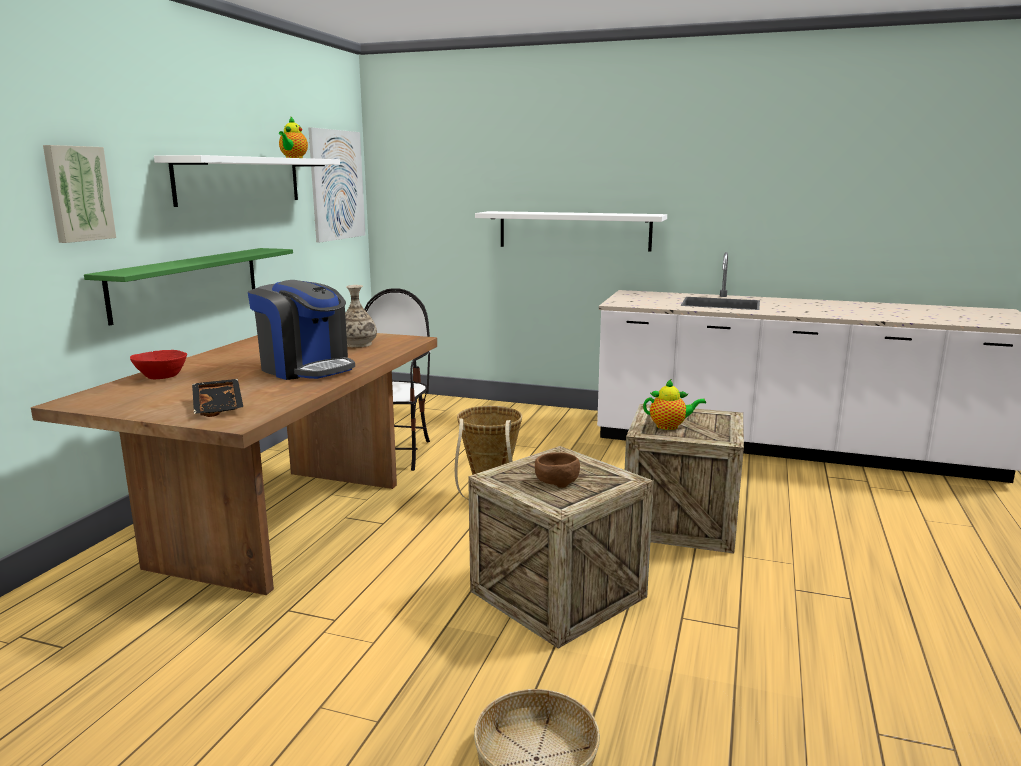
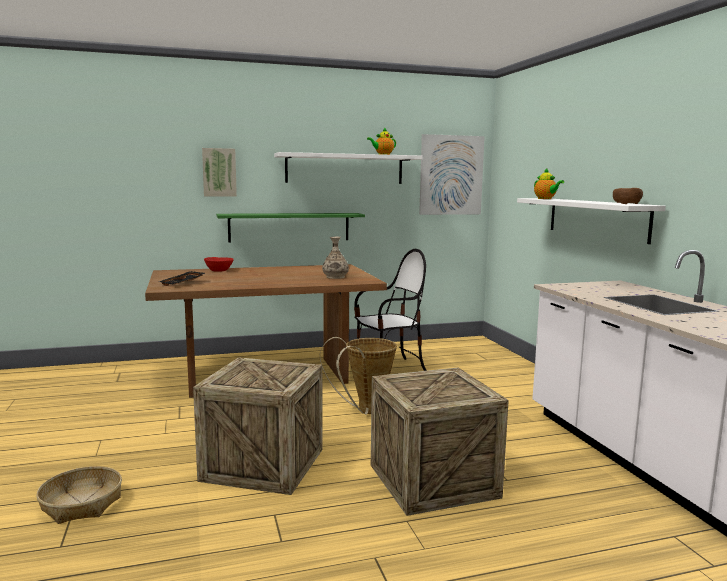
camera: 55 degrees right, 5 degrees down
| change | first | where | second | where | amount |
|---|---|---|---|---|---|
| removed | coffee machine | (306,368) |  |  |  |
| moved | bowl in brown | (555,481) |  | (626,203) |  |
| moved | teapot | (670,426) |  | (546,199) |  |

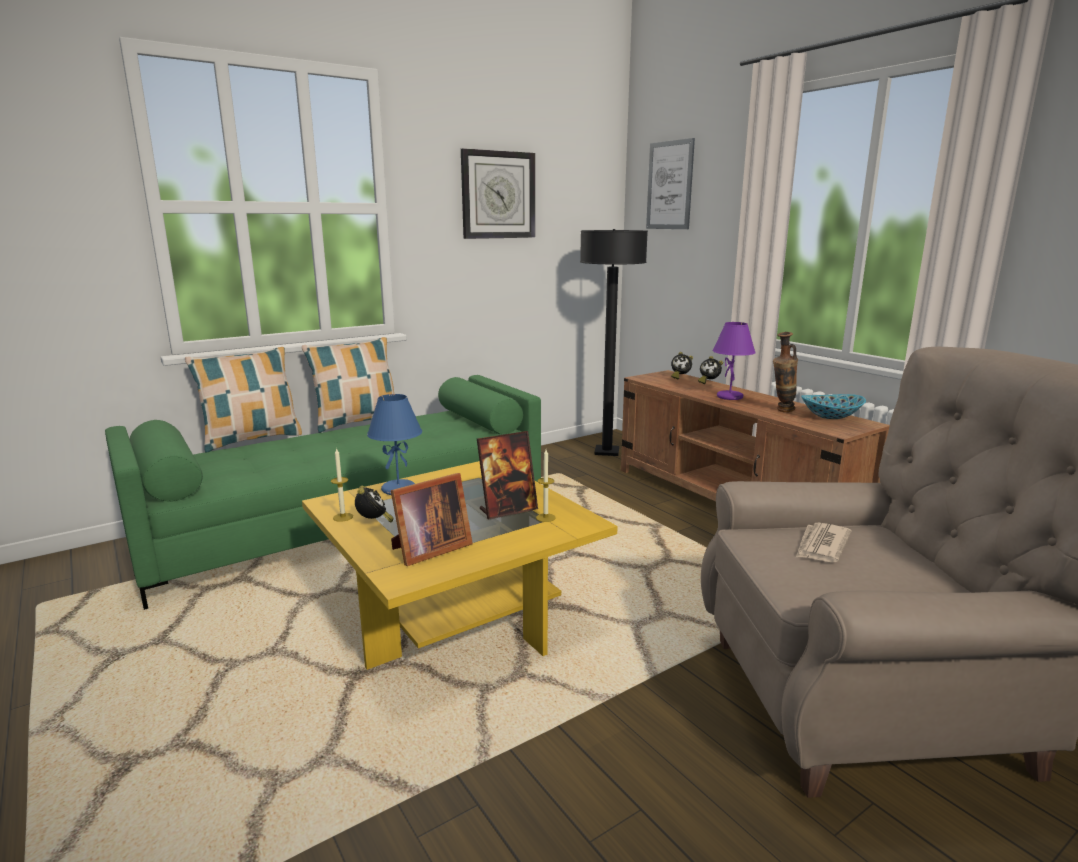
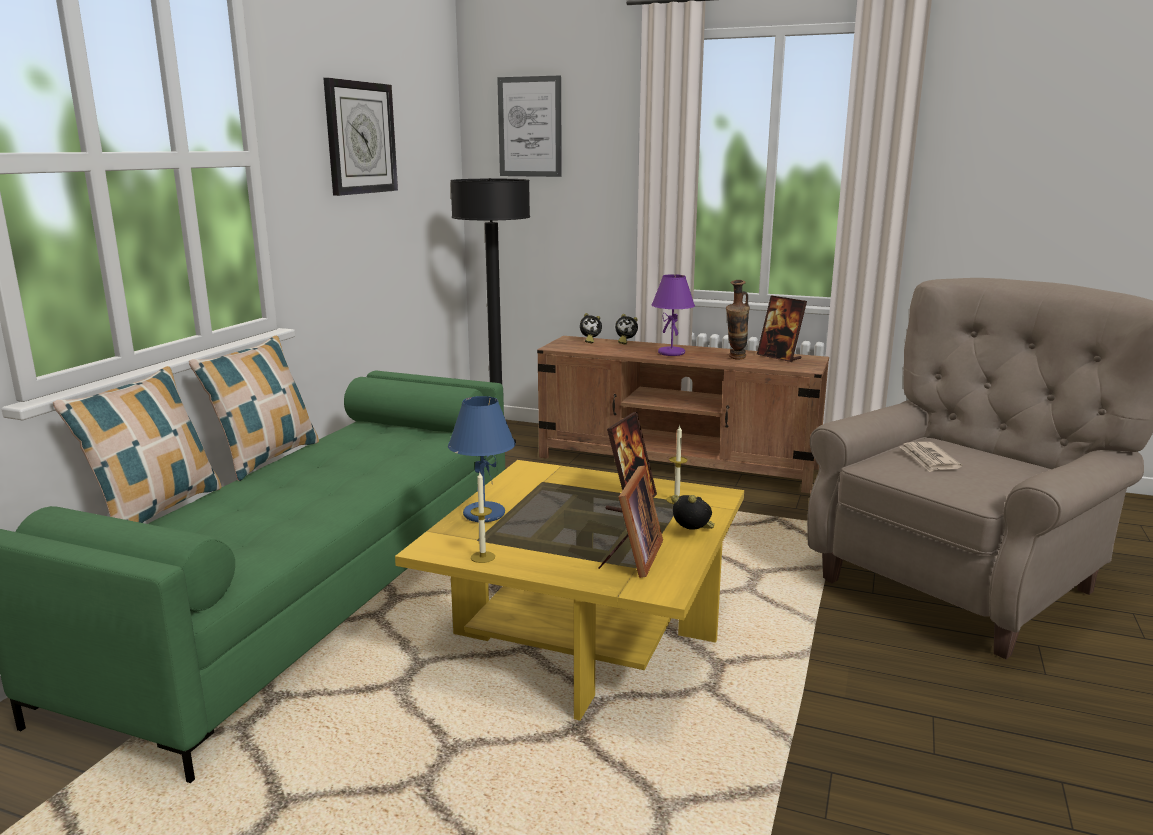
camera: 35 degrees left, 0 degrees up
| change | first | where | second | where | amount |
|---|---|---|---|---|---|
| moved | alarm clock | (374,522) |  | (692,534) |  |
| replaced | bowl | (831,416) | picture frame | (779,357) |  |

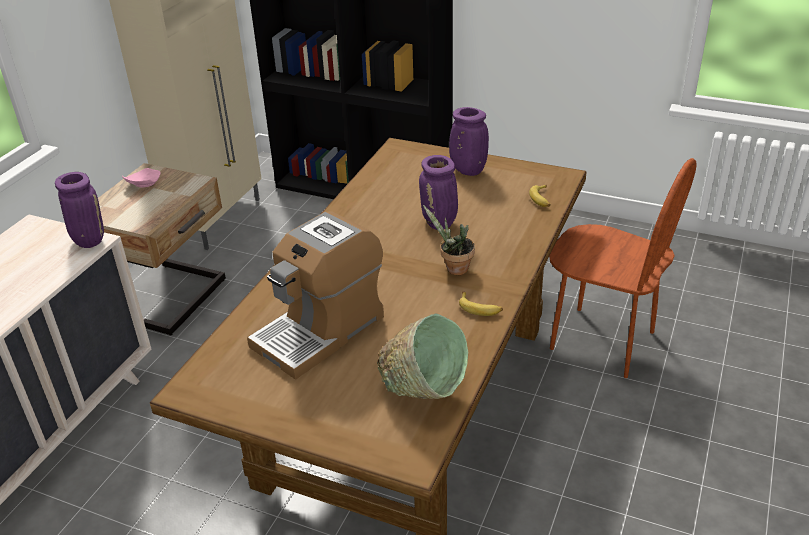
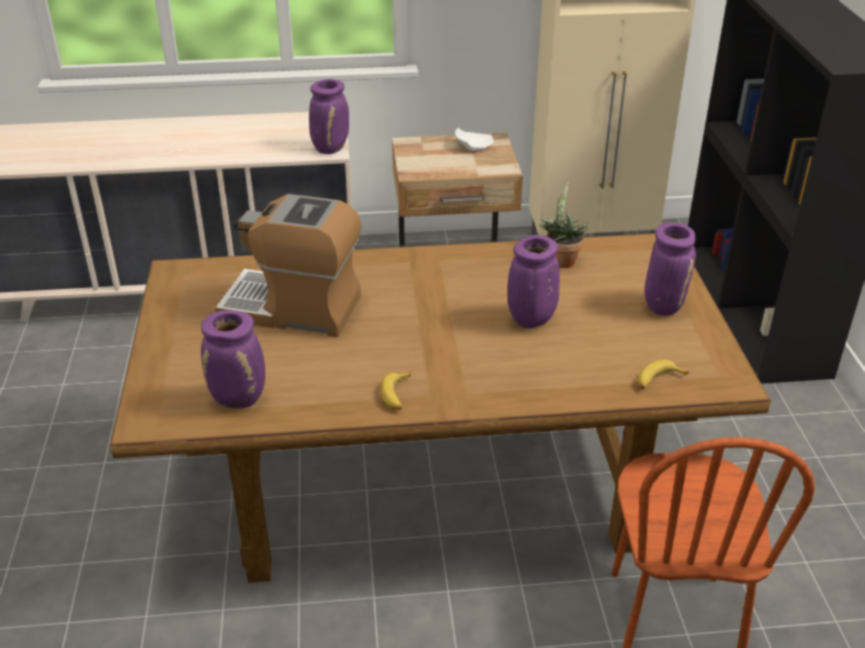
camera: 60 degrees right, 0 degrees up
| change | first | where | second | where | amount |
|---|---|---|---|---|---|
| moved | potted plant | (453,269) |  | (561,260) |  |
| replaced | bowl in green | (424,392) | vase in purple | (240,399) |  |
| recoloured | plate in pink | (143,184) | plate in white | (473,146) |  |

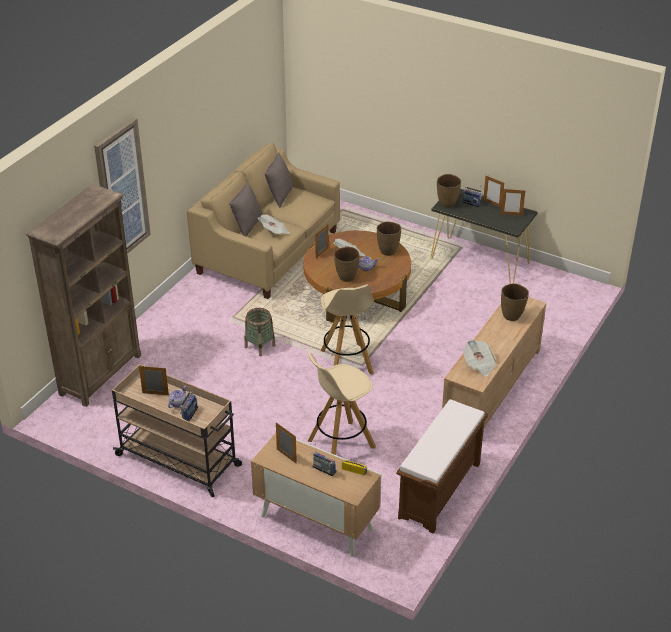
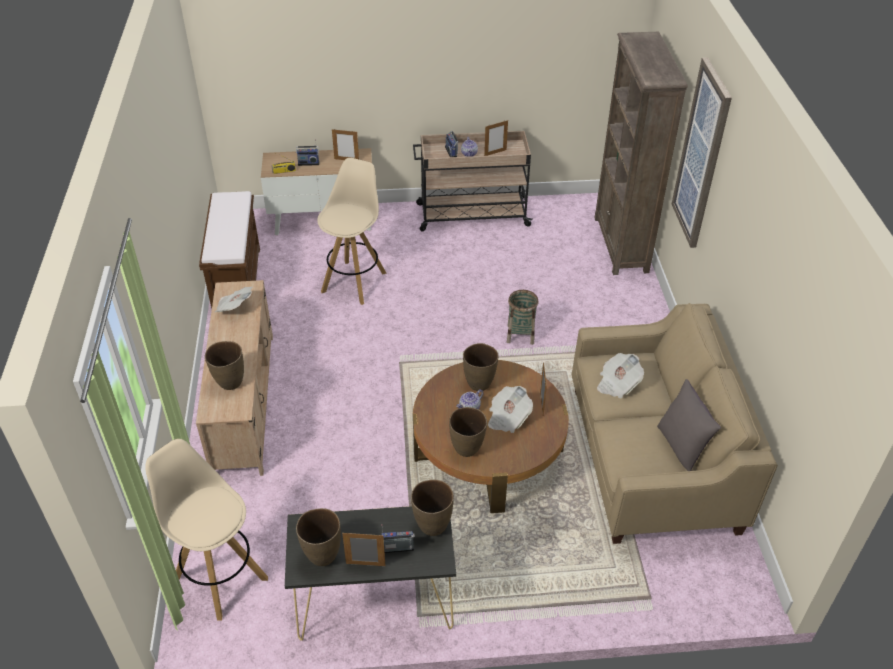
camera: 145 degrees right, 5 degrees up
| change | first | where | second | where | amount |
|---|---|---|---|---|---|
| removed | pillow in grey | (247,226) |  |  |  |
| moved | stool in beige | (346,362) |  | (220,577) |  |
| replaced | picture frame | (511,214) | vase in brown | (322,555) |  |

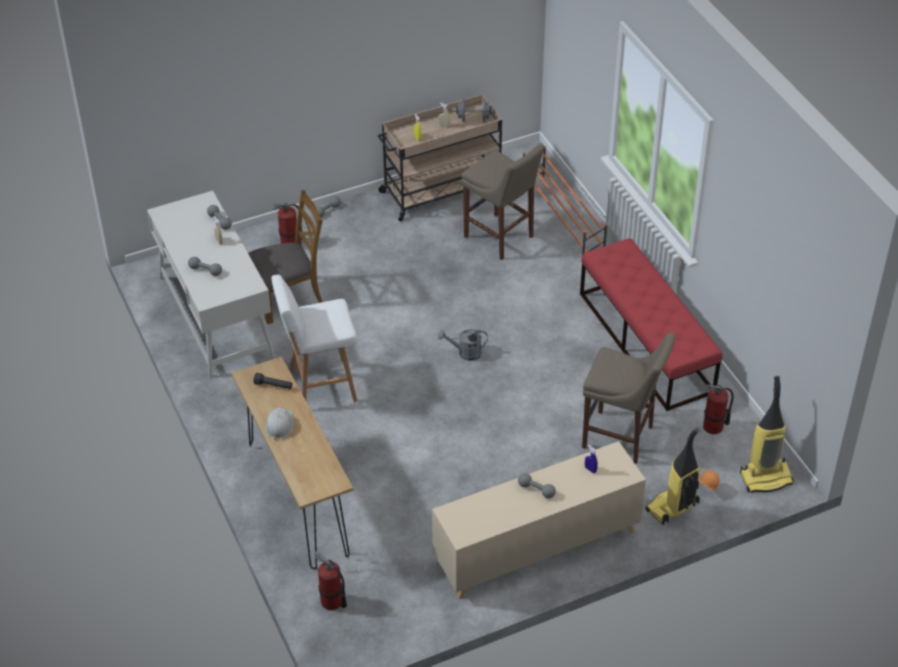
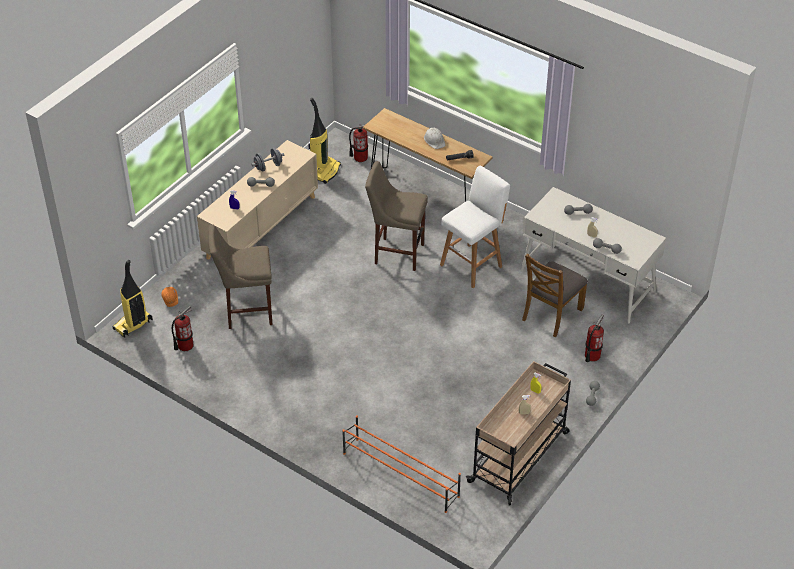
camera: 150 degrees right, 0 degrees up
| change | first | where | second | where | amount |
|---|---|---|---|---|---|
| removed | watering can in grey | (465,353) |  |  |  |
| removed | bench in red | (646,342) |  |  |  |
| moved | dumbbell in grey | (473,119) |  | (268,166) |  |
| moved | stool in beige | (501,238) |  | (396,253) |  |
| moved | vacuum cleaner | (672,508) |  | (325,171) |  |

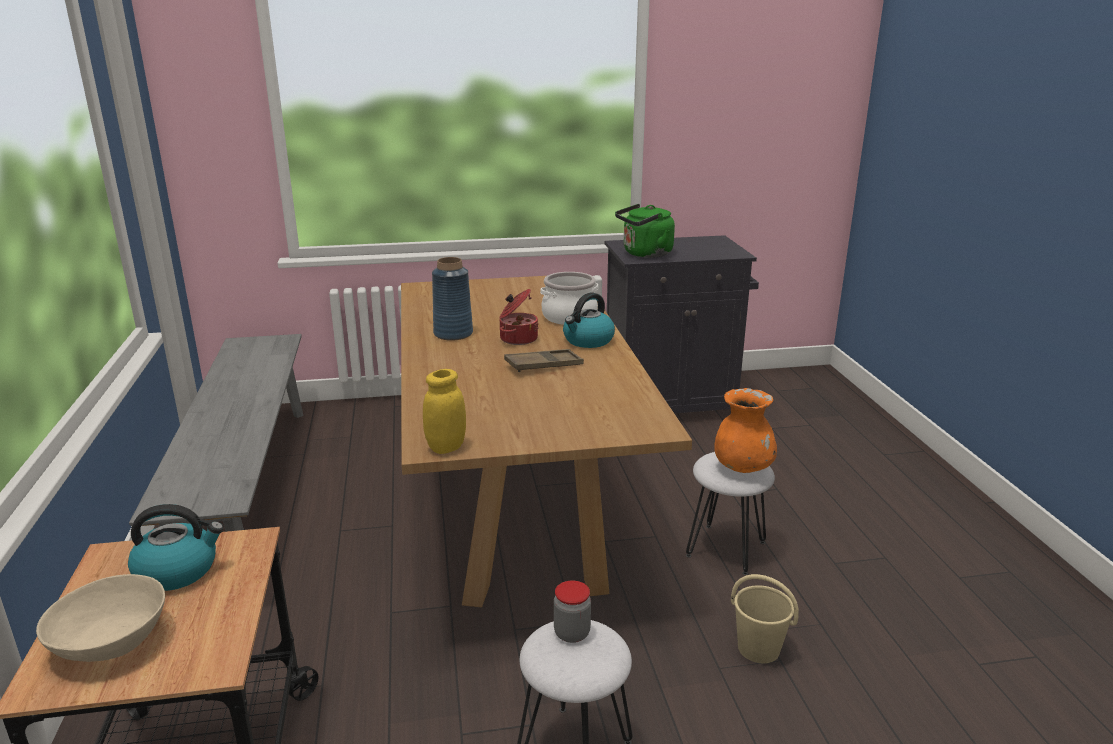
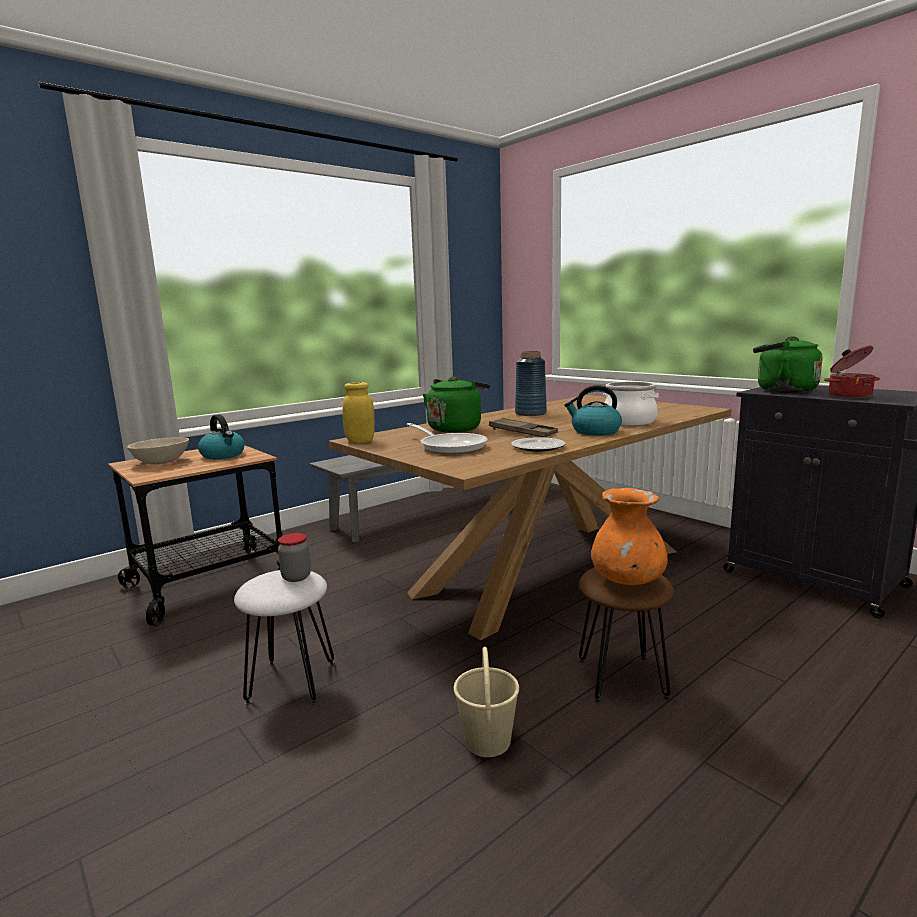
camera: 60 degrees right, 10 degrees down
| change | first | where | second | where | amount |
|---|---|---|---|---|---|
| added |  |  | frying pan | (450,446) |  |
| added |  |  | kettle in green | (456,428) |  |
| added |  |  | plate | (537,447) |  |
| moved | cooking pot | (517,338) |  | (849,396) |  |
| recoloured | stool in white | (726,549) | stool in brown | (622,679) |  |

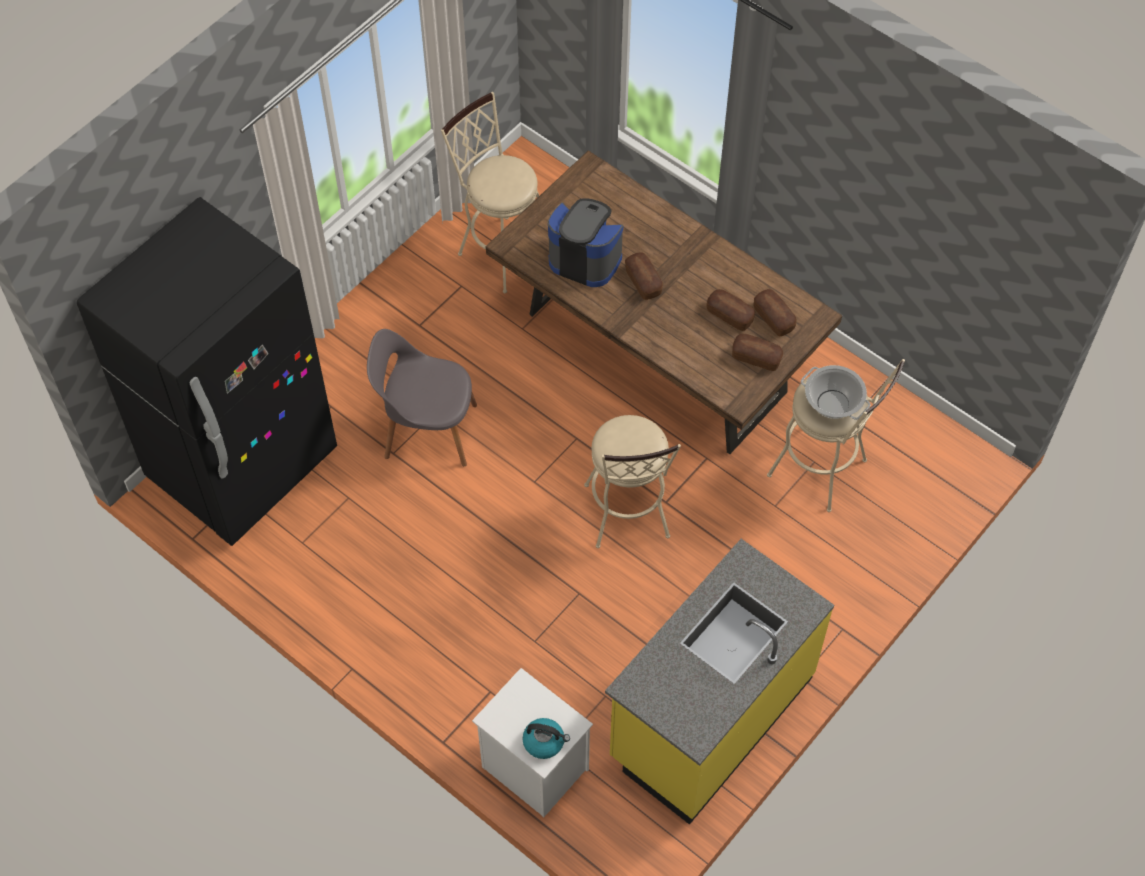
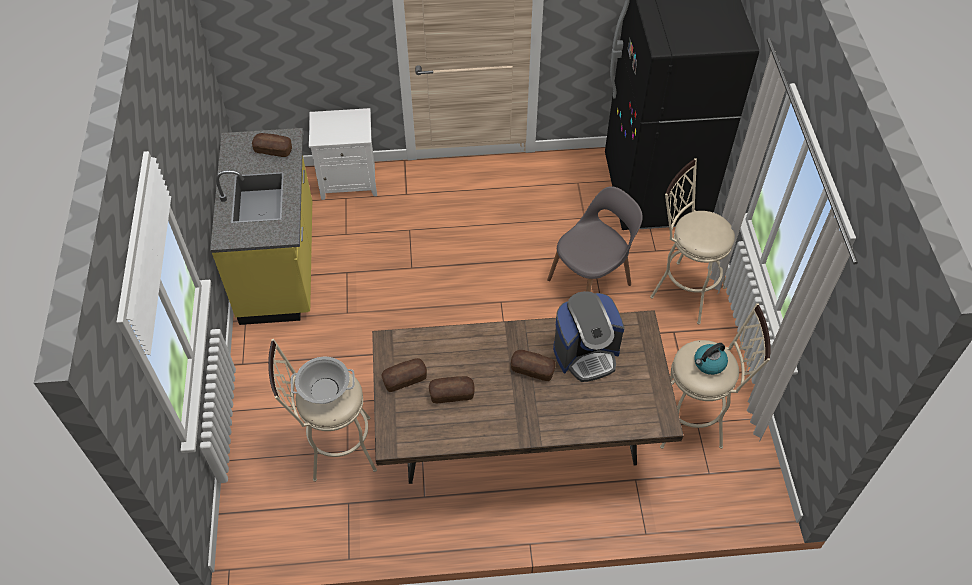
camera: 135 degrees right, 5 degrees down
| change | first | where | second | where | amount |
|---|---|---|---|---|---|
| moved | kettle | (544,742) |  | (709,363) |  |
| moved | stool in beige | (628,518) |  | (682,289) |  |
| moved | bread | (773,318) |  | (273,150) |  |

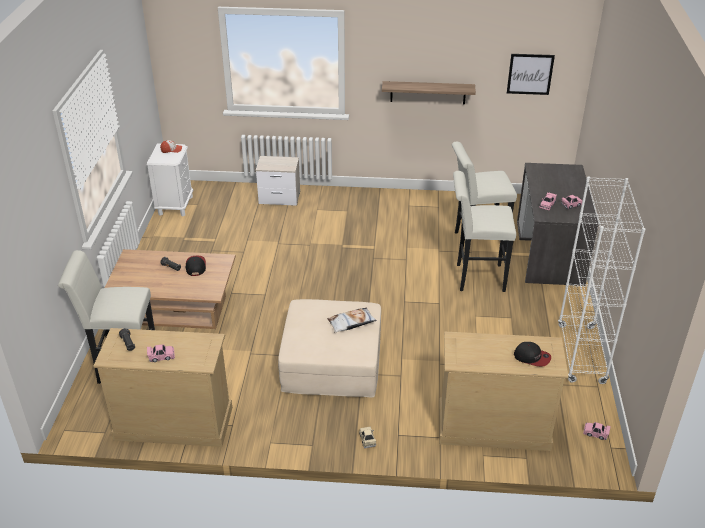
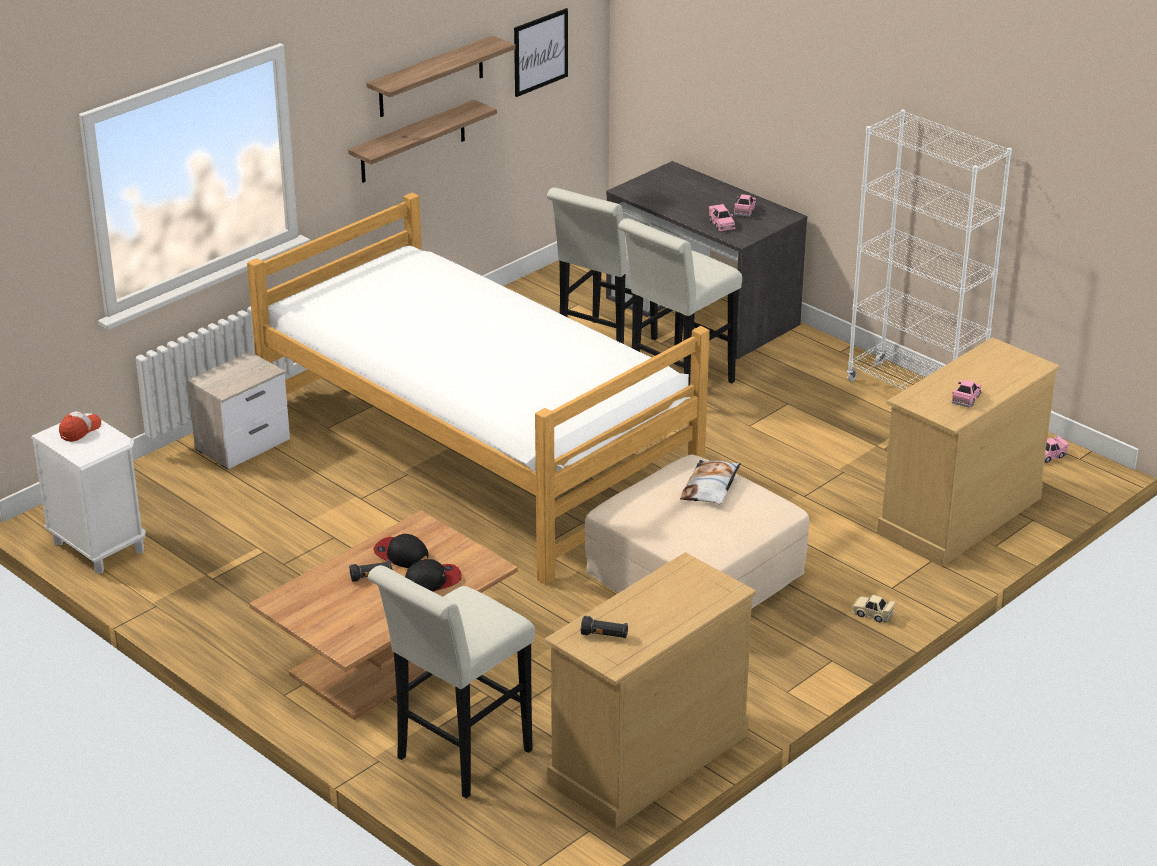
camera: 50 degrees left, 5 degrees down
| change | first | where | second | where | amount |
|---|---|---|---|---|---|
| added |  |  | bed | (477,453) |  |
| added |  |  | shelf | (431,77) |  |
| moved | toy car in pink | (161,356) |  | (966,398) |  |
| moved | cap | (532,357) |  | (432,581) |  |

